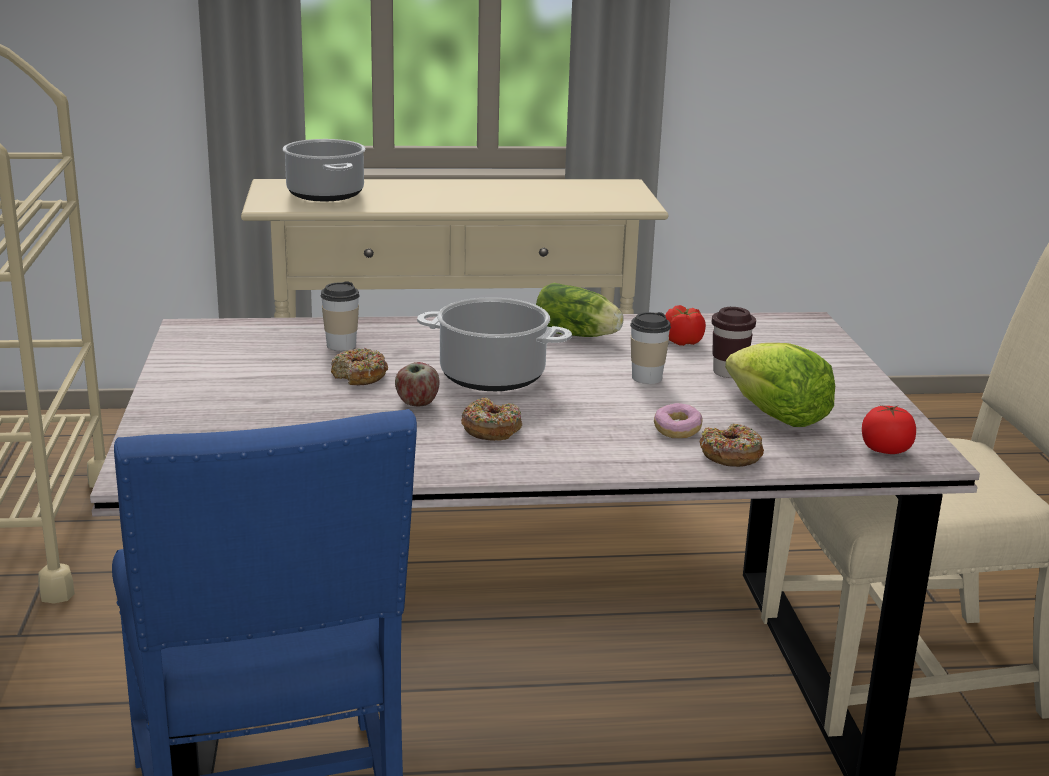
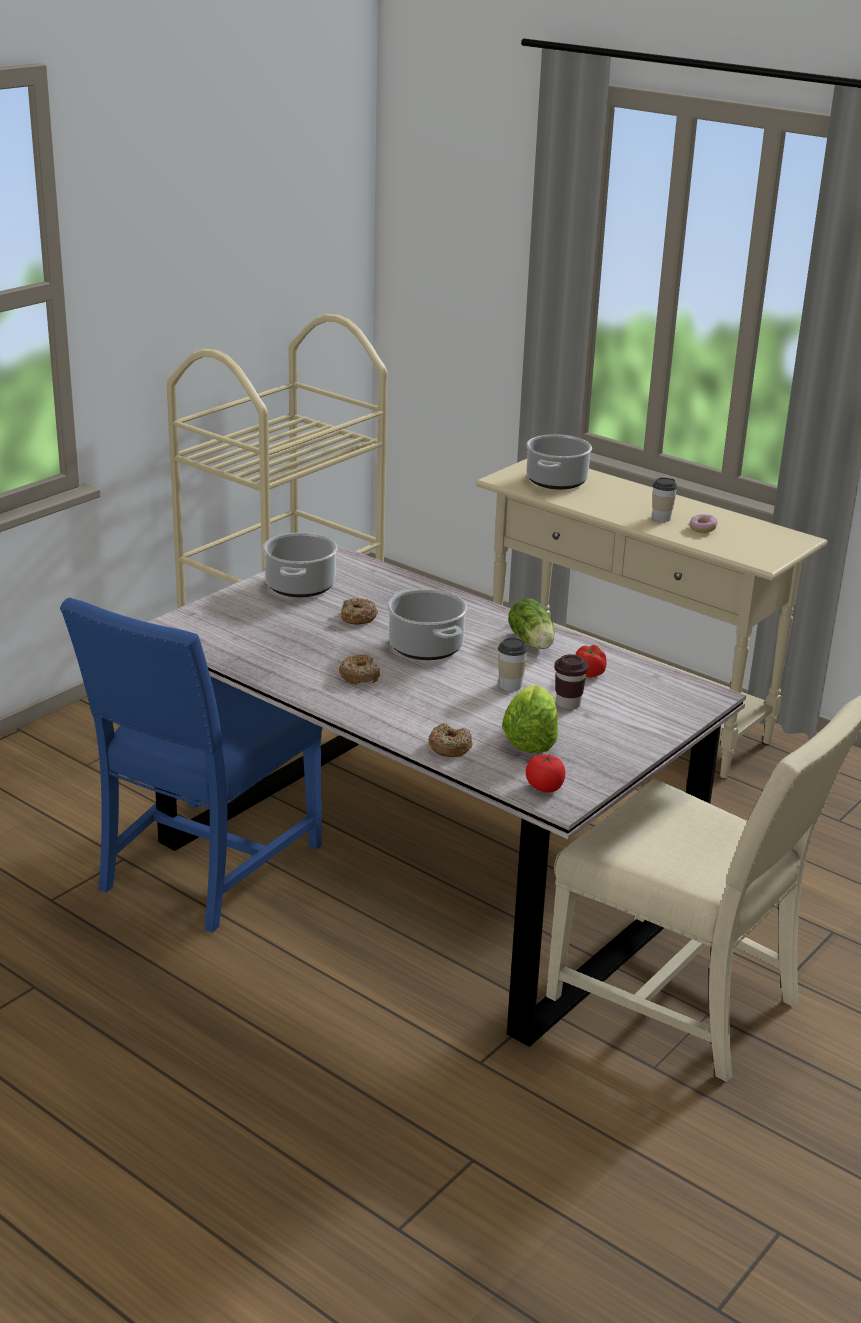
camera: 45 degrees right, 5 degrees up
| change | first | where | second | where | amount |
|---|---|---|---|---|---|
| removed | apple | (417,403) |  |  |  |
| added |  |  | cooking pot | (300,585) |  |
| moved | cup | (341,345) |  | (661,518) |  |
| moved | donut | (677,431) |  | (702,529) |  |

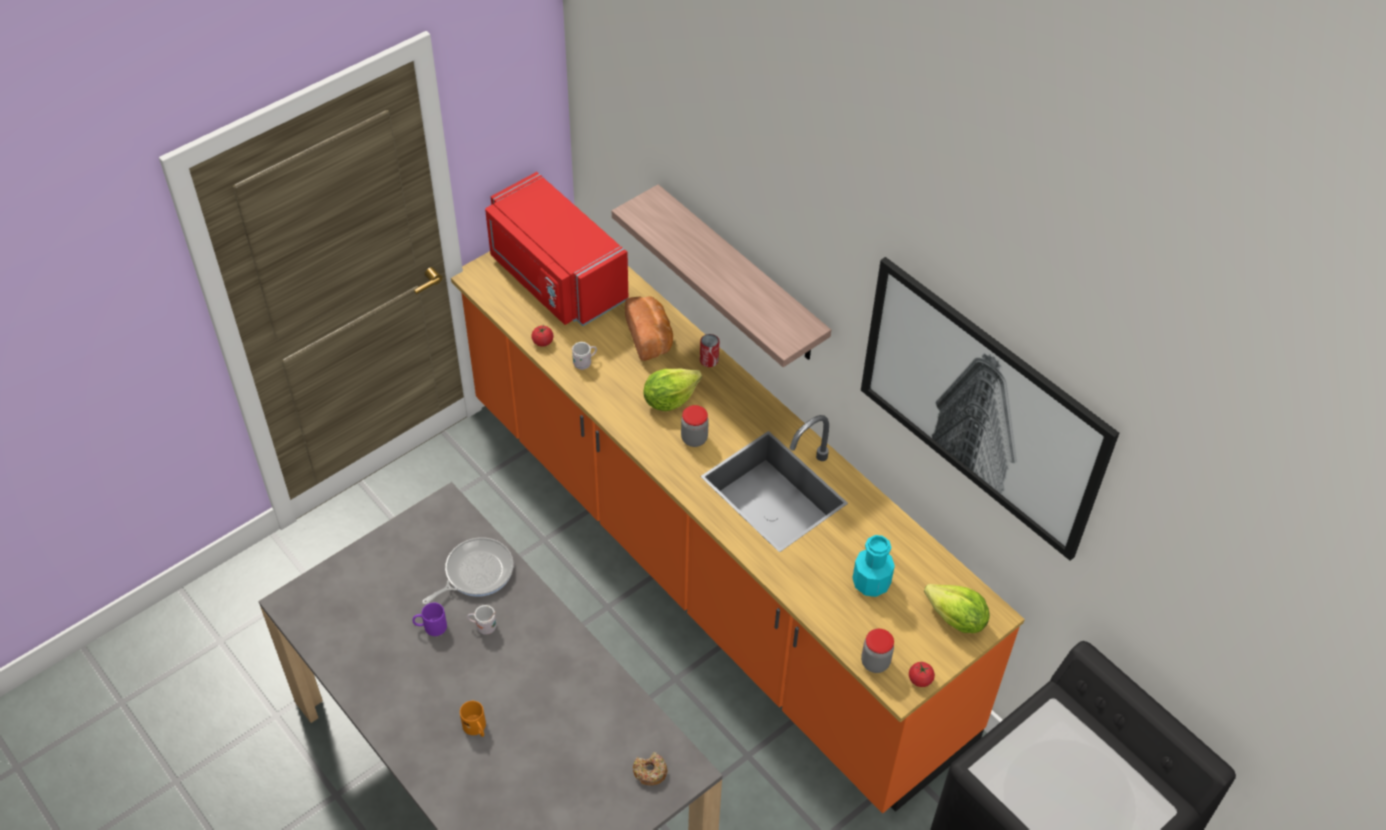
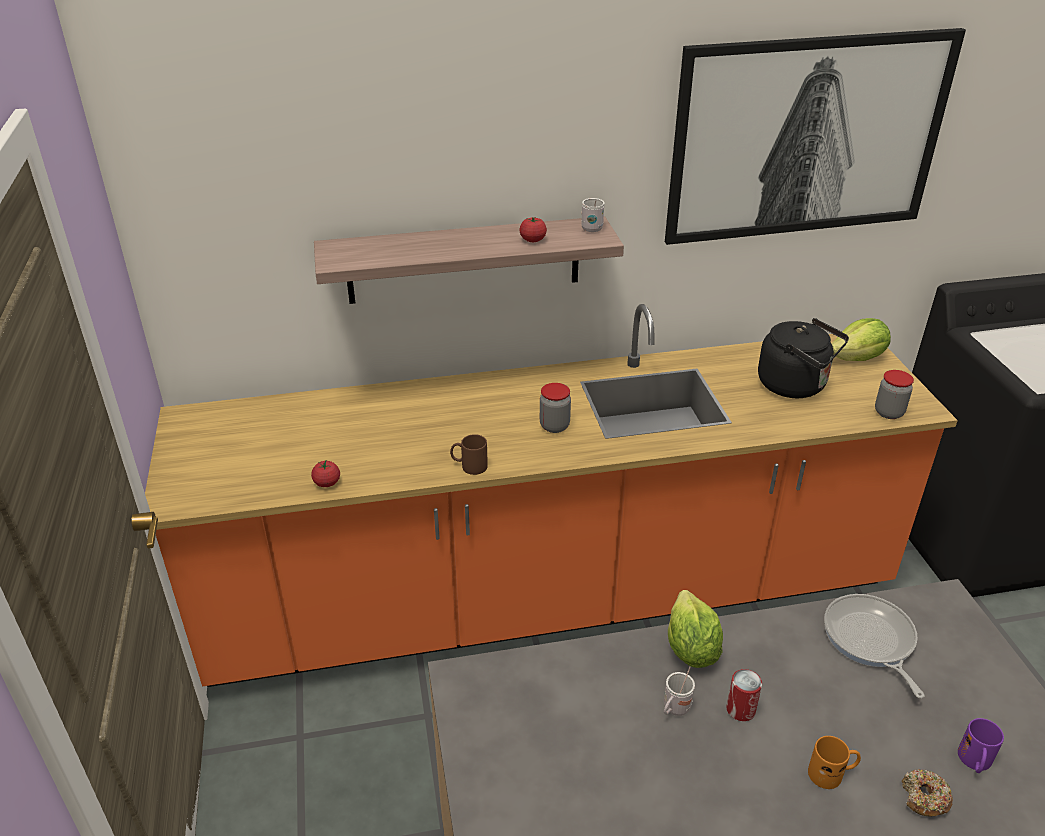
camera: 60 degrees left, 15 degrees down
| change | first | where | second | where | amount |
|---|---|---|---|---|---|
| removed | microwave in red | (555,279) |  |  |  |
| removed | bread | (650,338) |  |  |  |
| added |  |  | mug in brown | (469,466) |  |
| moved | mug in purple | (430,627) |  | (975,762) |  |
| moved | frying pan | (475,573) |  | (870,640) |  |
| moved | mug in white | (584,363) |  | (591,227) |  |
| moved | donut | (650,772) |  | (924,798) |  |
| moved | lettuce | (669,399) |  | (690,648) |  |
| moved | can | (709,360) |  | (740,709) |  |
| moved | tomato | (920,679) |  | (533,240) |  |
| replaced | bottle in turquoise | (871,583) | kettle in black | (796,386) |  |

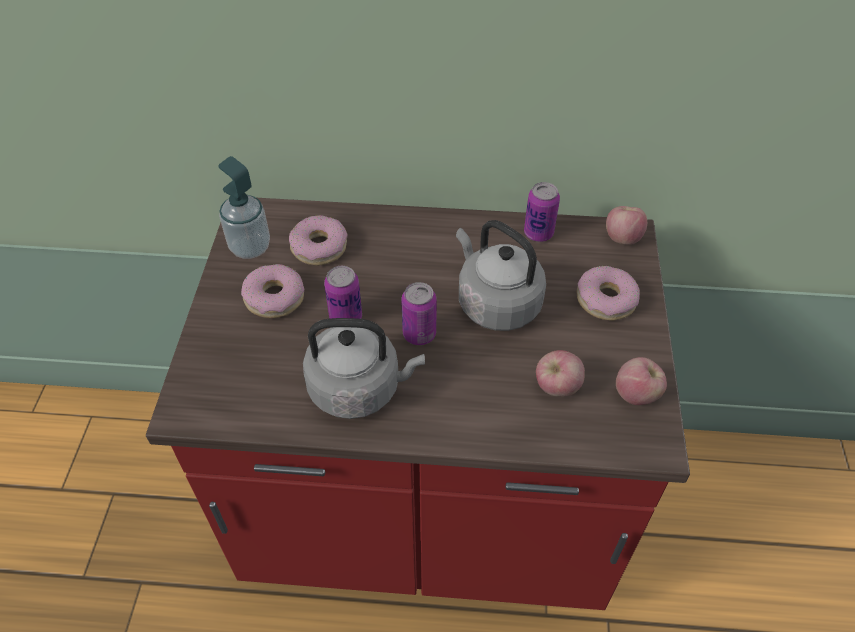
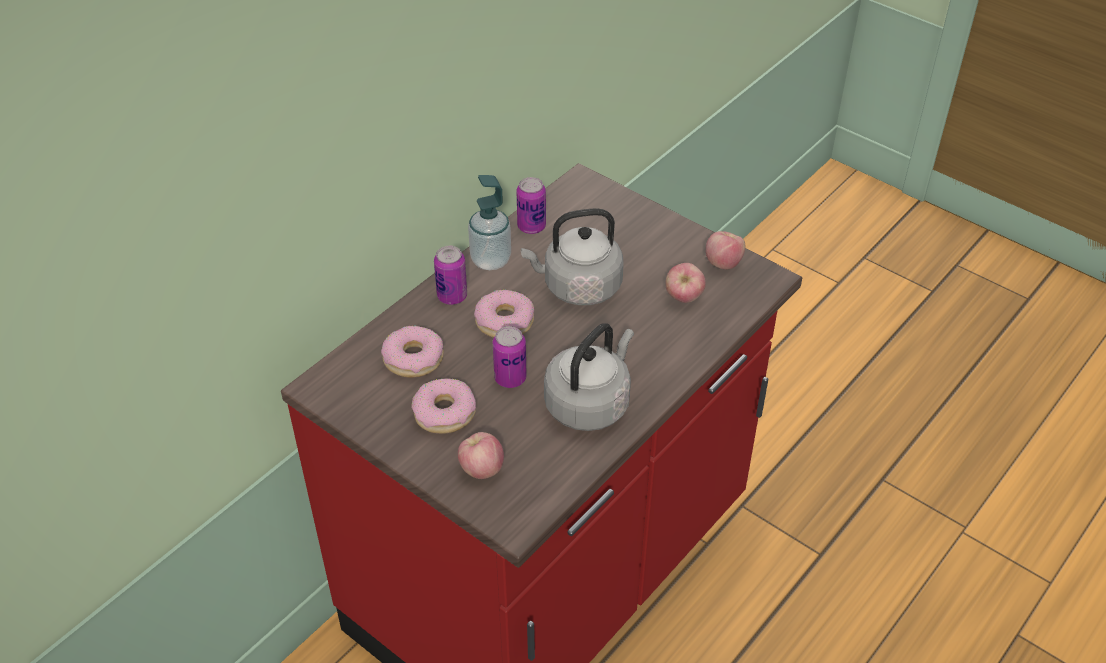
camera: 55 degrees left, 5 degrees down
| change | first | where | second | where | amount |
|---|---|---|---|---|---|
| moved | soap dispenser | (250,247) |  | (490,260) |  |
| moved | can | (419,334) |  | (452,296) |  |
| moved | donut | (605,300) |  | (504,321) |  |
| moved | apple | (622,238) |  | (481,469) |  |

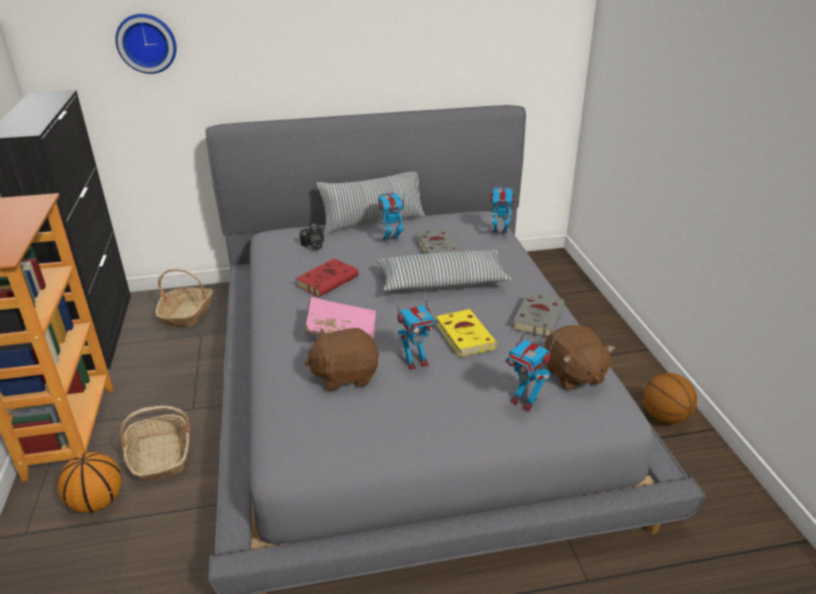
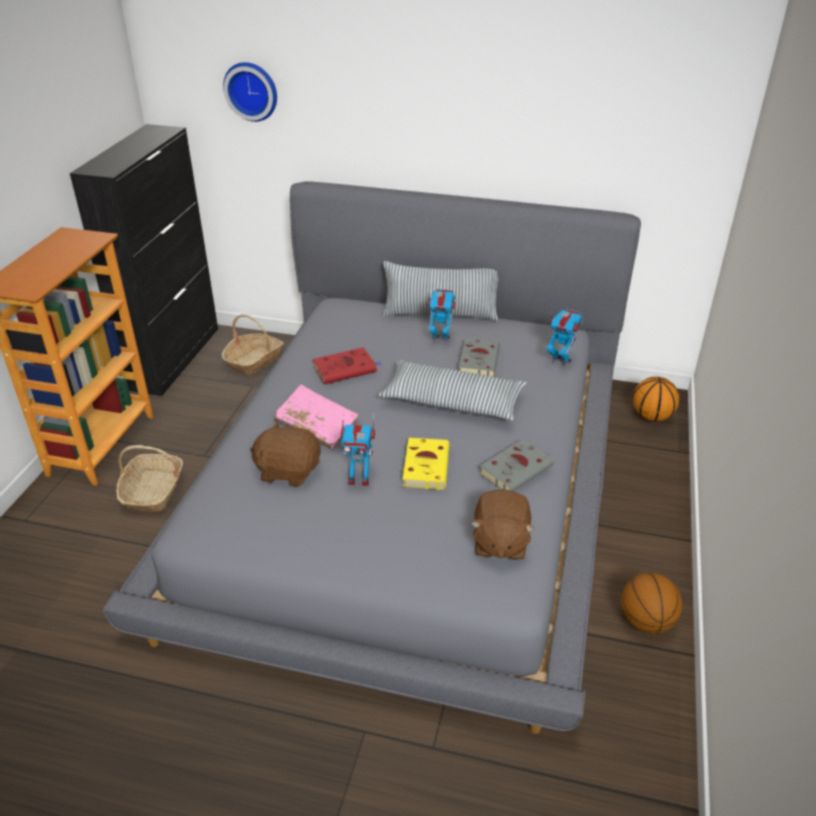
camera: 25 degrees right, 5 degrees up
| change | first | where | second | where | amount |
|---|---|---|---|---|---|
| removed | photo camera | (312,245) |  |  |  |
| removed | toy robot | (524,401) |  |  |  |
| moved | basketball | (96,502) |  | (651,416) |  |

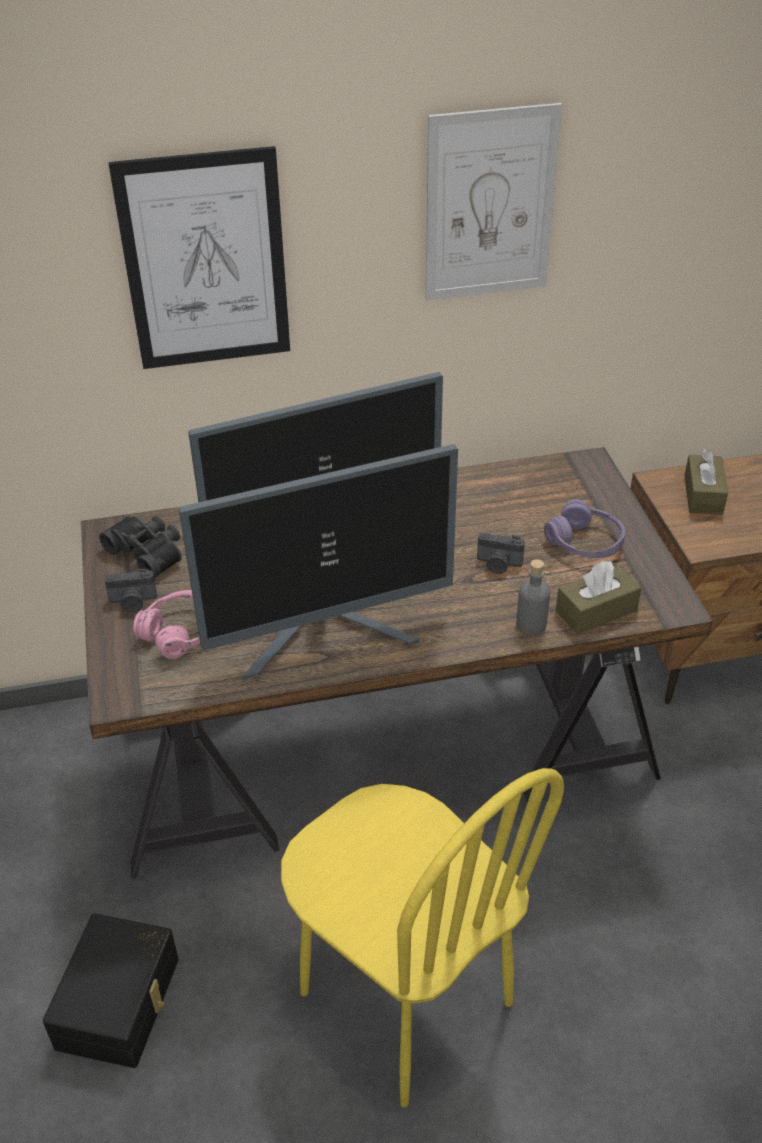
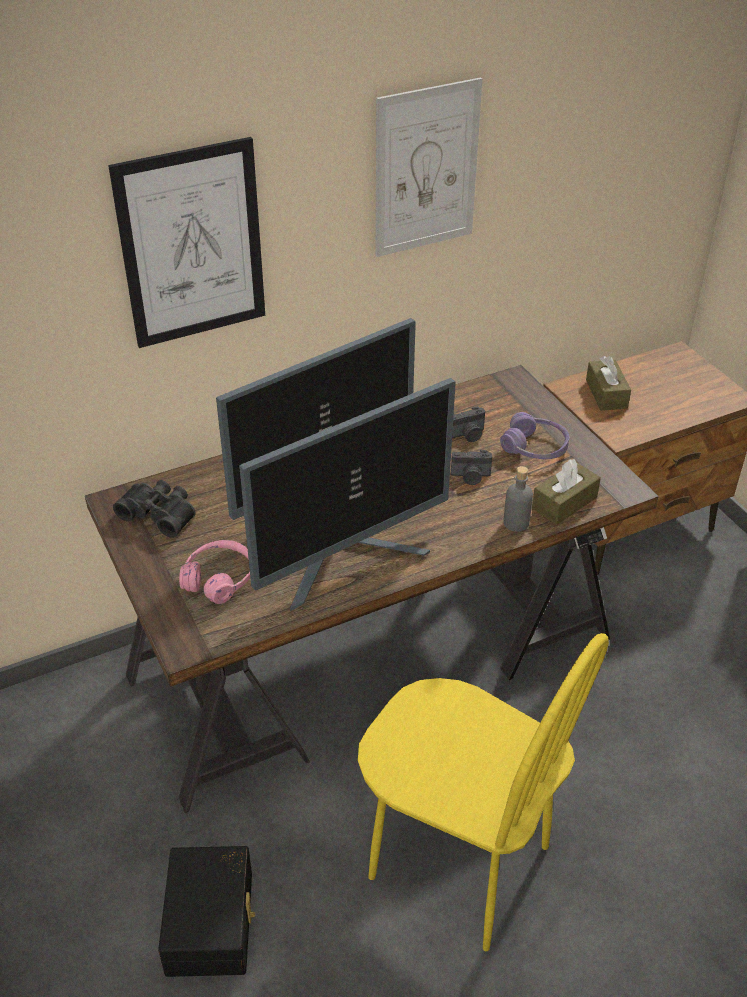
camera: 15 degrees left, 0 degrees up
| change | first | where | second | where | amount |
|---|---|---|---|---|---|
| moved | photo camera | (133,602) |  | (468,435) |  |

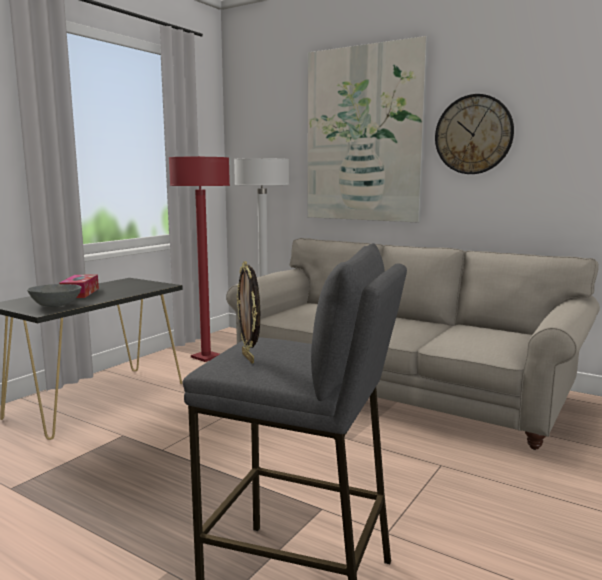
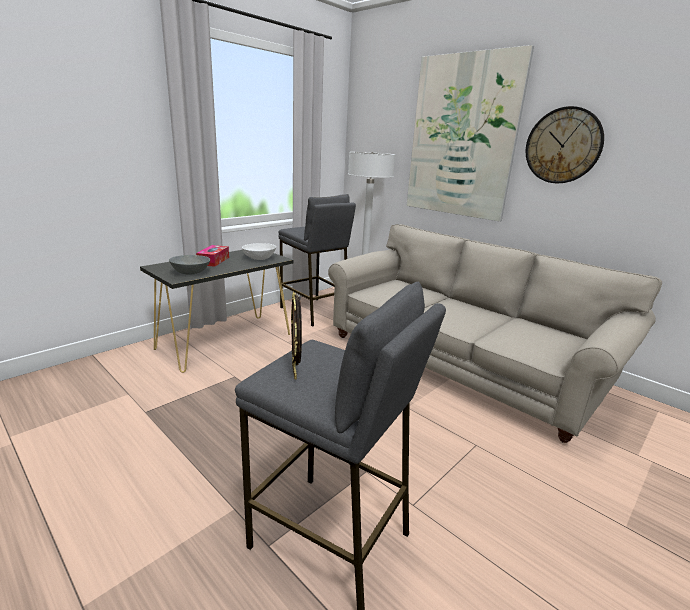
camera: 10 degrees right, 10 degrees up
| change | first | where | second | where | amount |
|---|---|---|---|---|---|
| added |  |  | bowl in white | (260,258) |  |
| replaced | floor lamp in red | (206,357) | stool in grey | (314,312) |  |

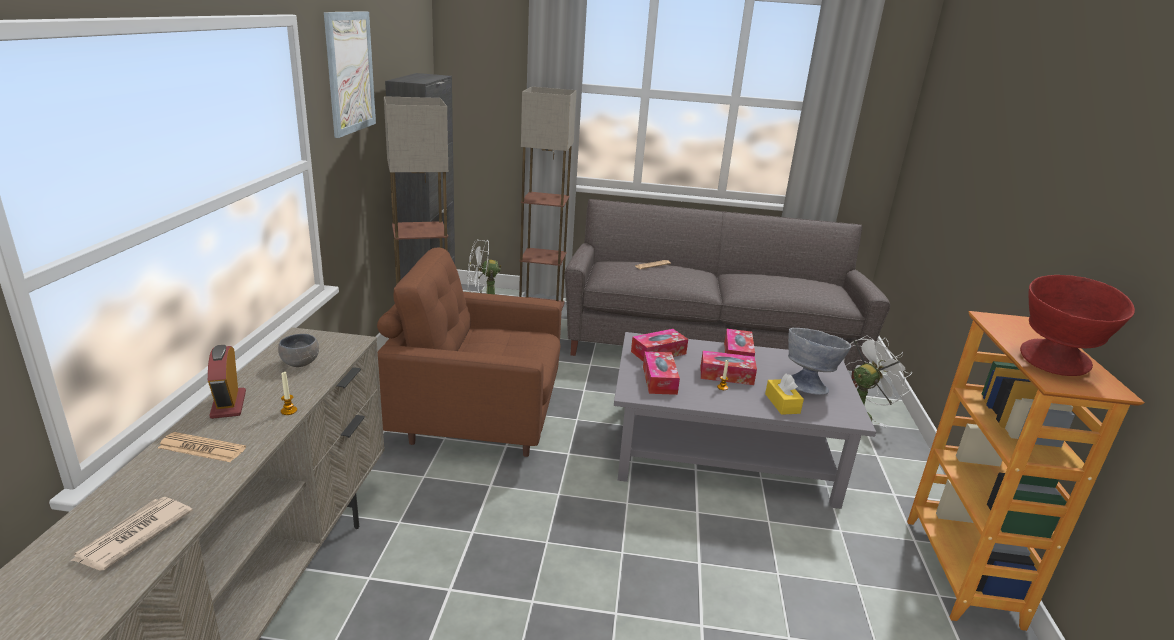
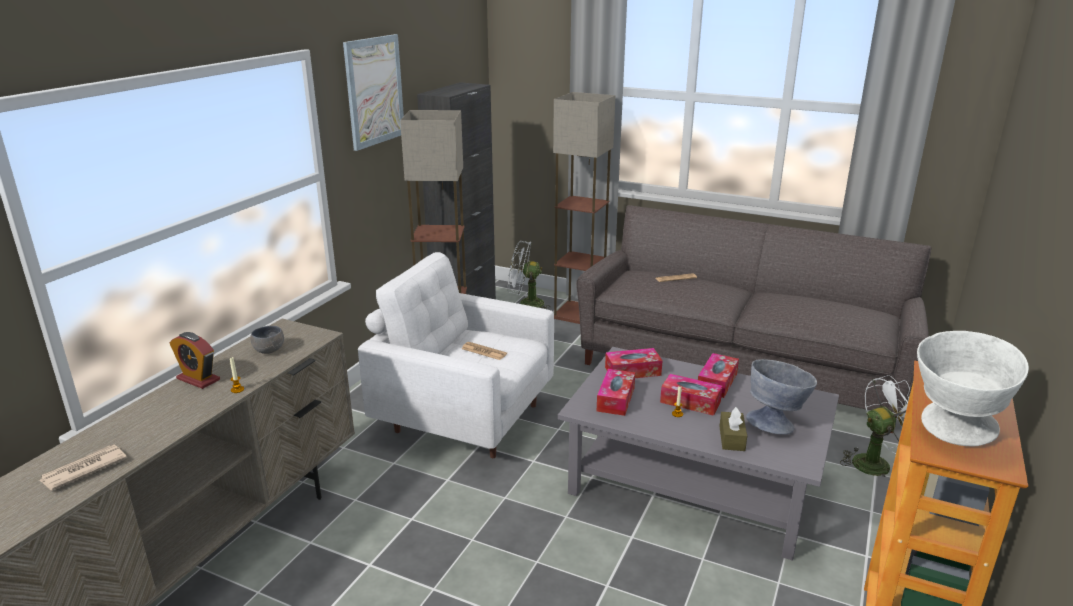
camera: 20 degrees right, 0 degrees up
| change | first | where | second | where | amount |
|---|---|---|---|---|---|
| moved | newspaper | (202,448) |  | (484,351) |  |
| recoloured | armchair in brown | (476,419) | armchair in white | (464,417) |  |
| recoloured | tissue box in yellow | (782,403) | tissue box in brown | (732,438) |  |
| recoloured | bowl in red | (1052,366) | bowl in white | (951,433) |  |
| turned | alarm clock | (228,404) |  | (198,379) | 60 degrees counterclockwise |

